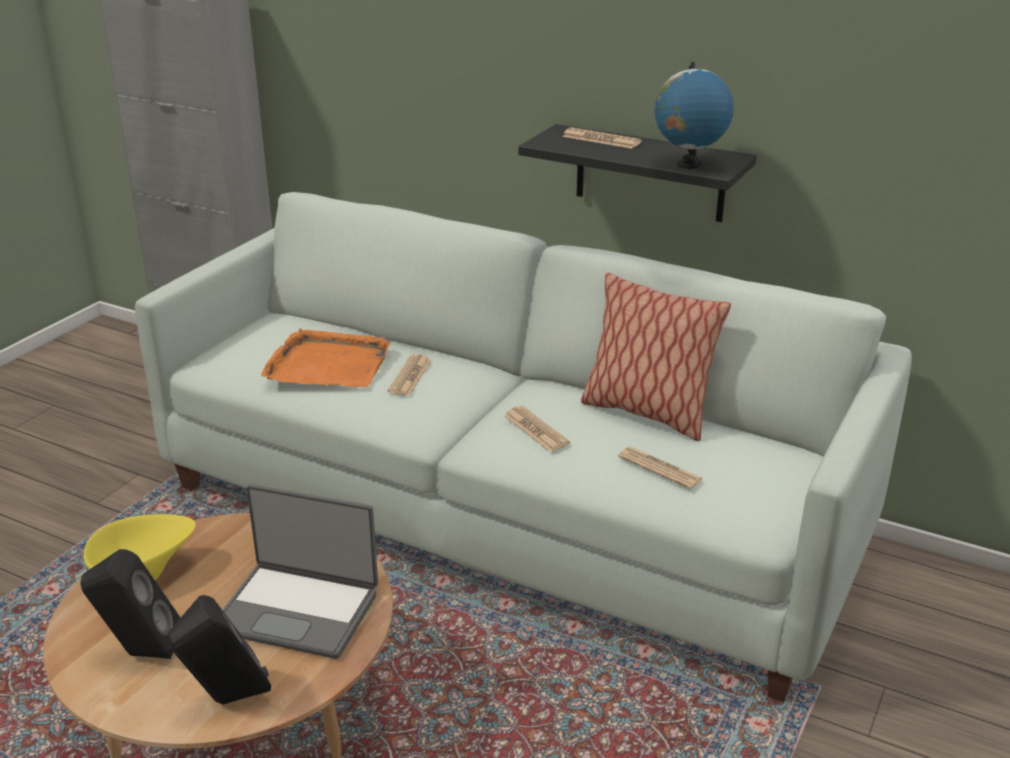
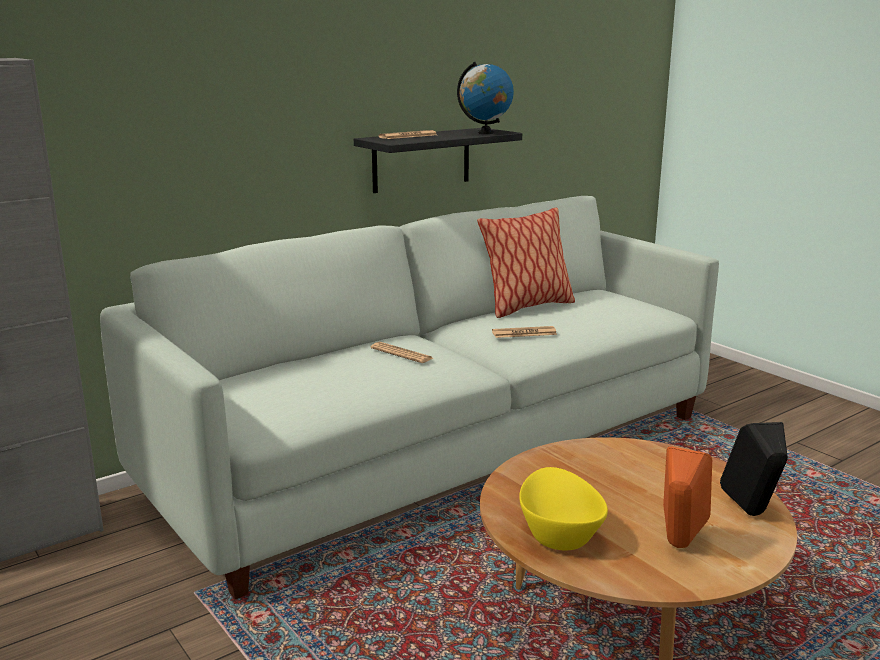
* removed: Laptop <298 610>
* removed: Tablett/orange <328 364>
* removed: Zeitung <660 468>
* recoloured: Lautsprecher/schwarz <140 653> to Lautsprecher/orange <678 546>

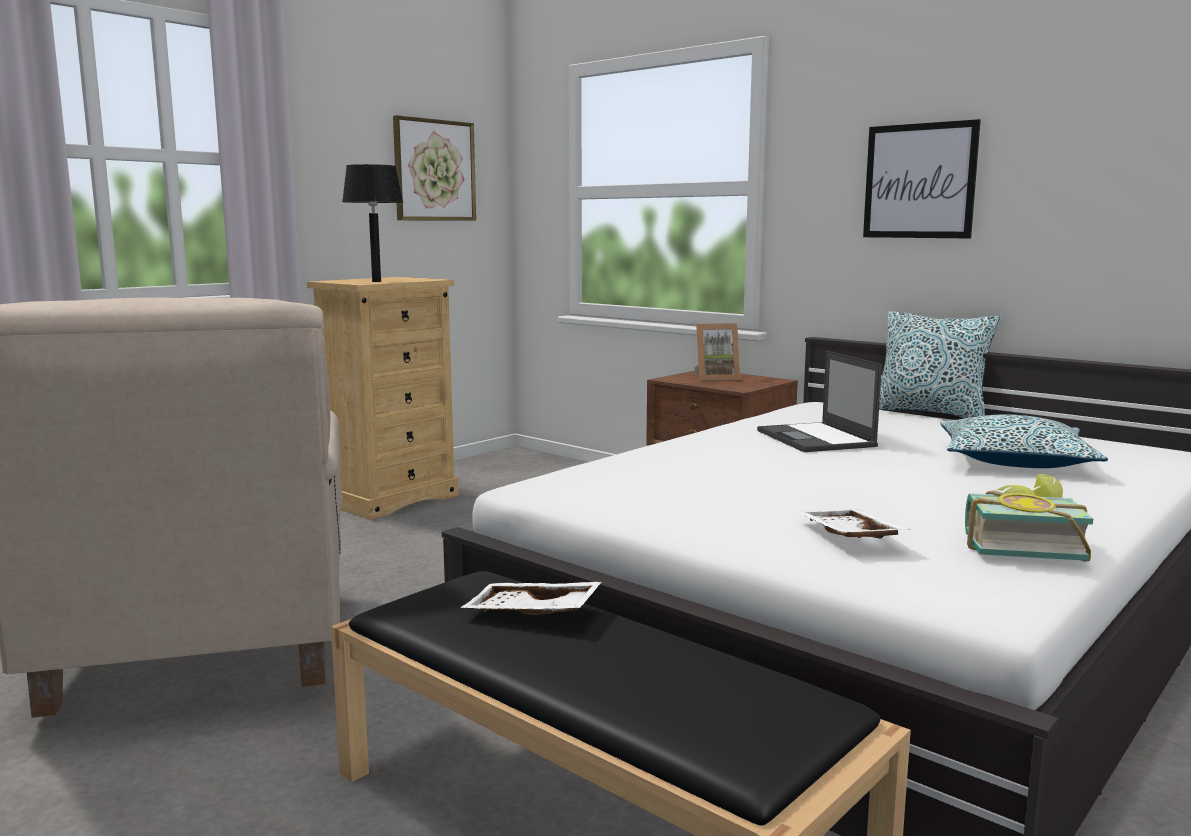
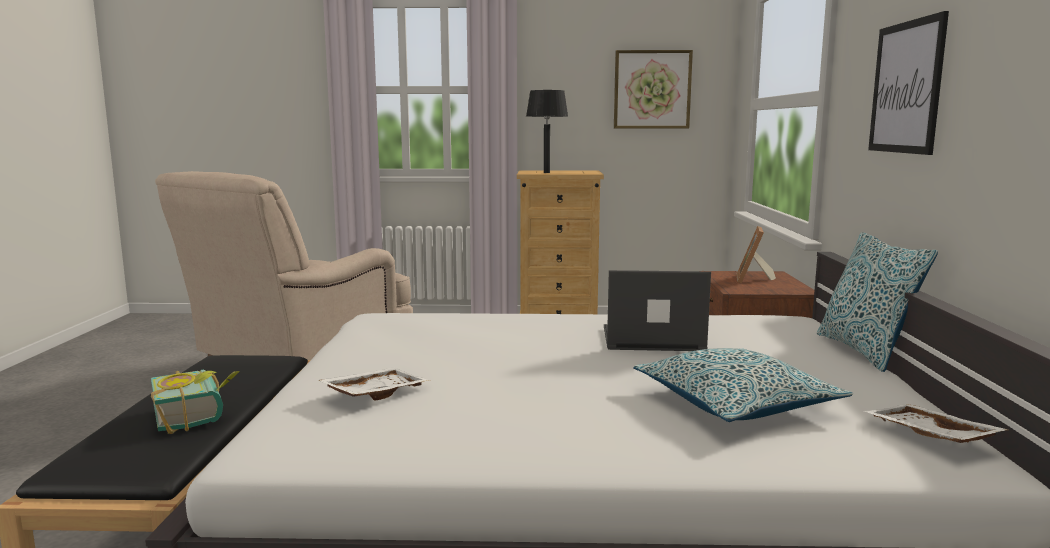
* moved: Tablett/weiß <531 614> to <928 436>
* moved: Buch <1020 547> to <198 416>
* turned: Bilderrahmen <716 378> = <753 280> 60 degrees clockwise
* turned: Laptop <816 439> = <651 339> 60 degrees clockwise

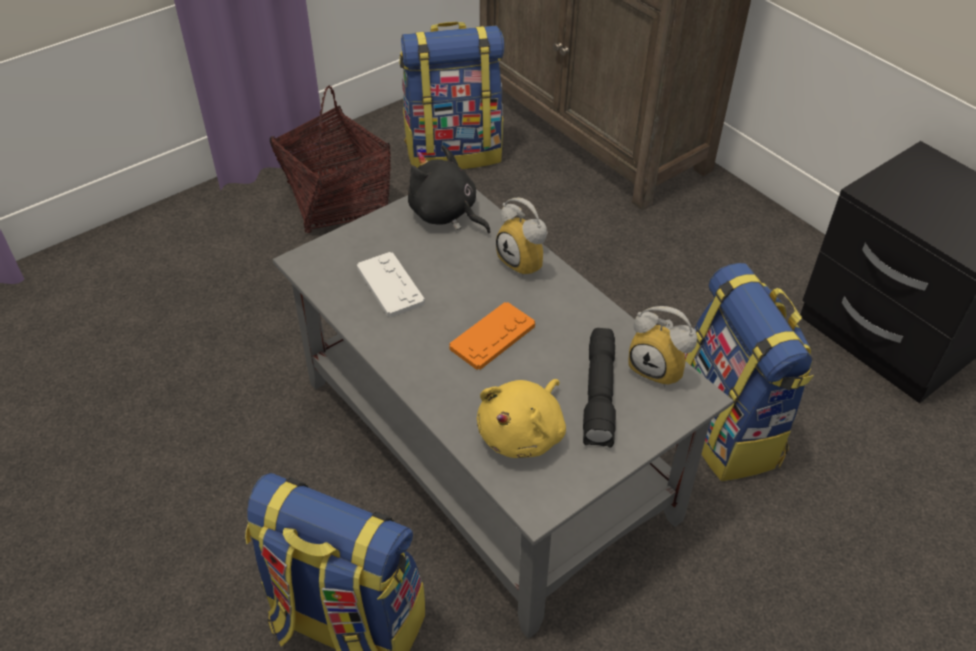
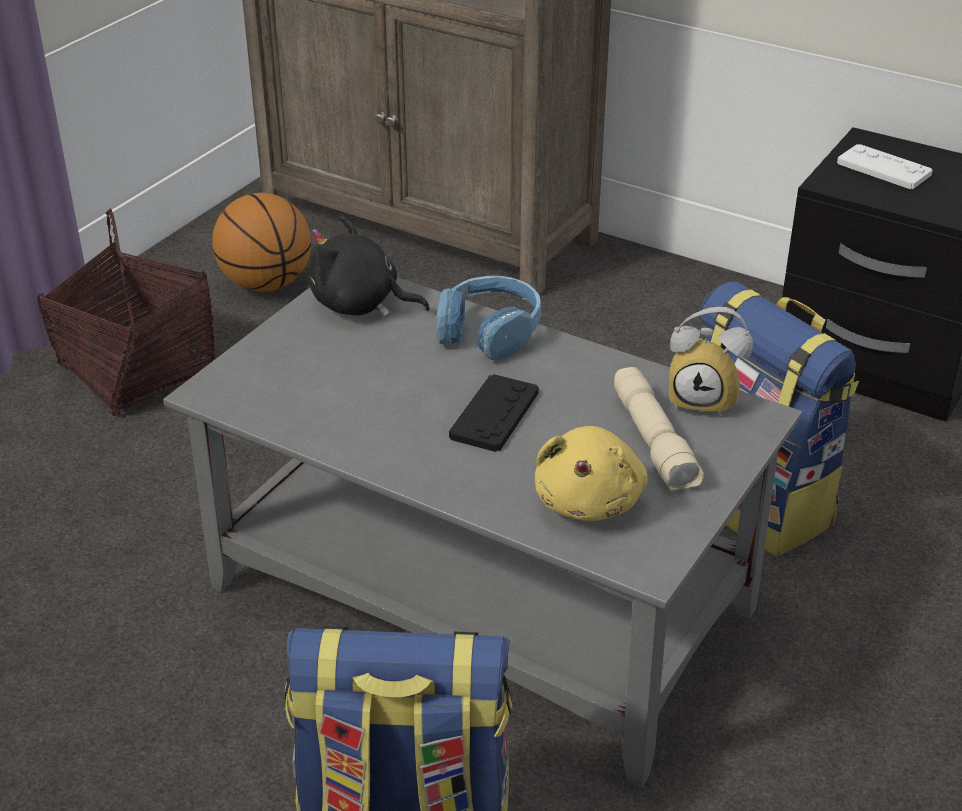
* moved: Gamepad/weiß <390 285> to <883 169>
* replaced: Rucksack <454 152> to Basketball <266 283>
* replaced: Wecker <527 262> to Kopfhörer/blau <489 331>
* recoloured: Gamepad/orange <492 337> to Gamepad/schwarz <494 415>
* recoloured: Taschenlampe/schwarz <600 396> to Taschenlampe/beige <655 442>

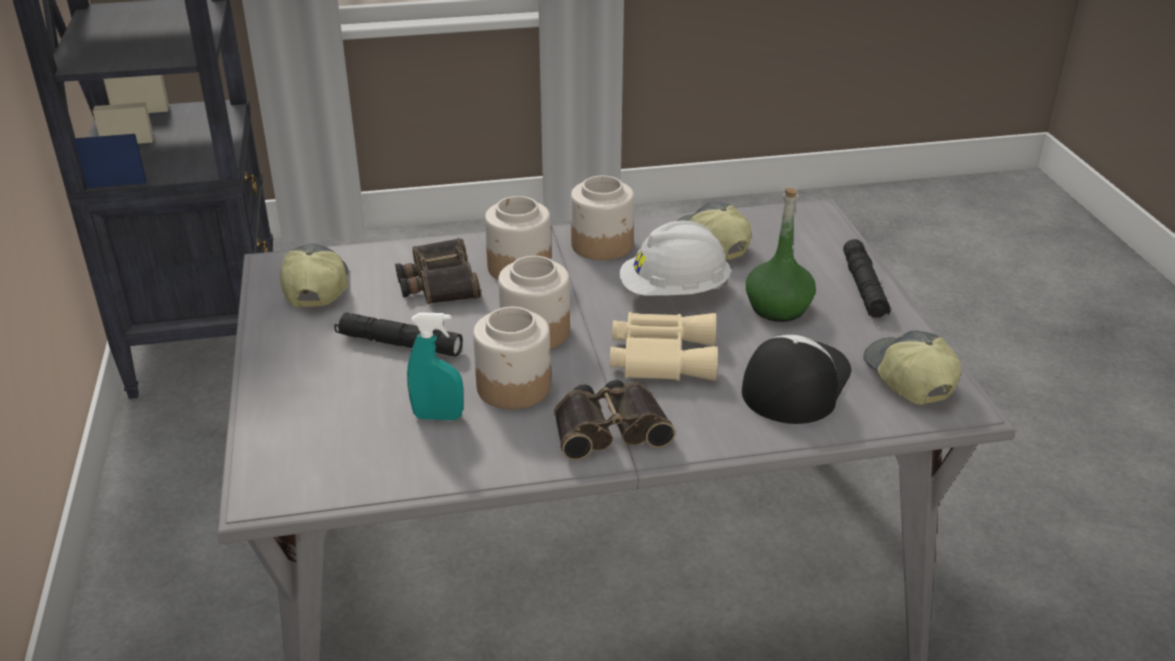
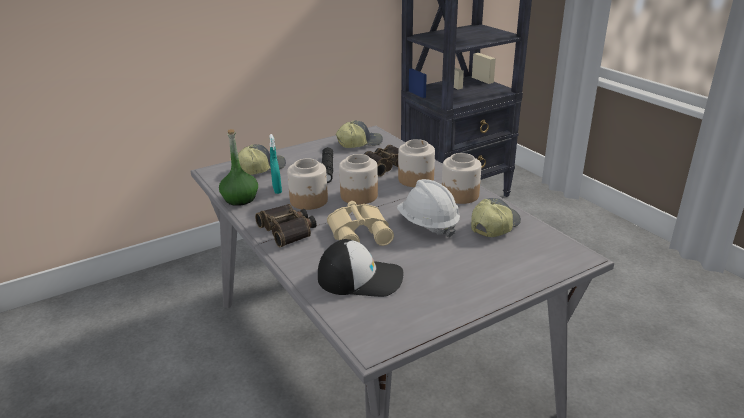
* removed: Taschenlampe/schwarz <864 287>
* moved: Flasche/grün <778 308> to <240 199>
* moved: Kappe <907 378> to <261 168>

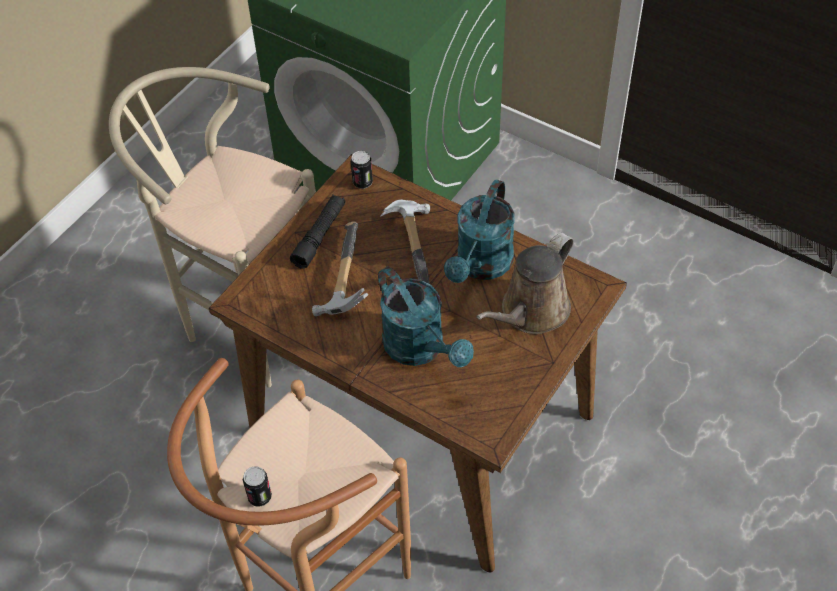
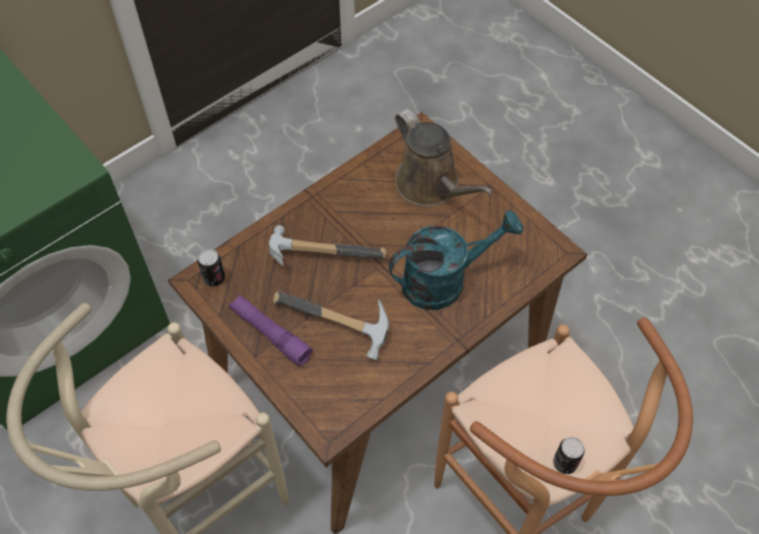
* removed: Gießkanne/türkis <481 266>
* recoloured: Taschenlampe/schwarz <319 236> to Taschenlampe/lila <270 334>

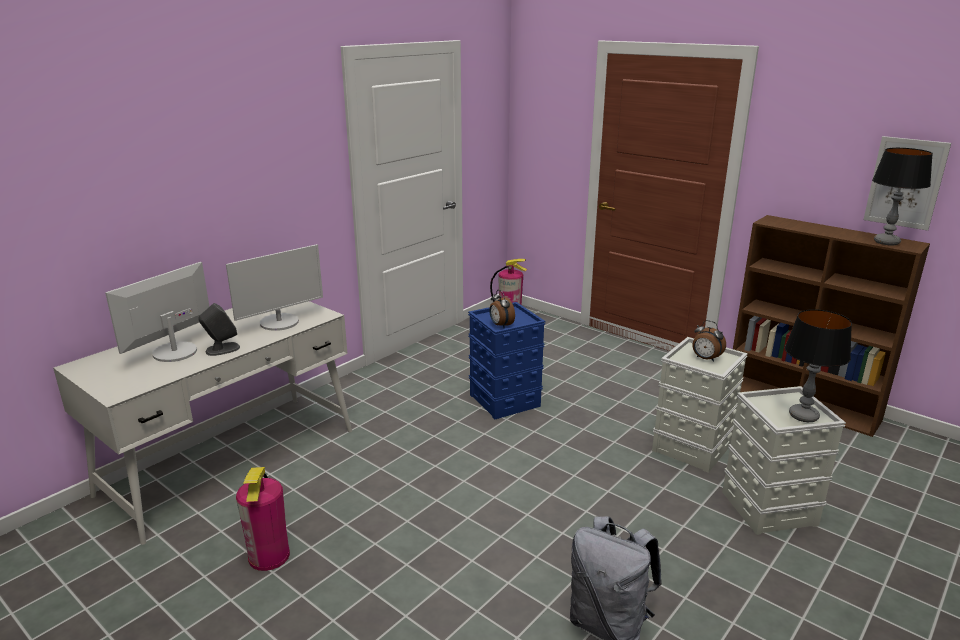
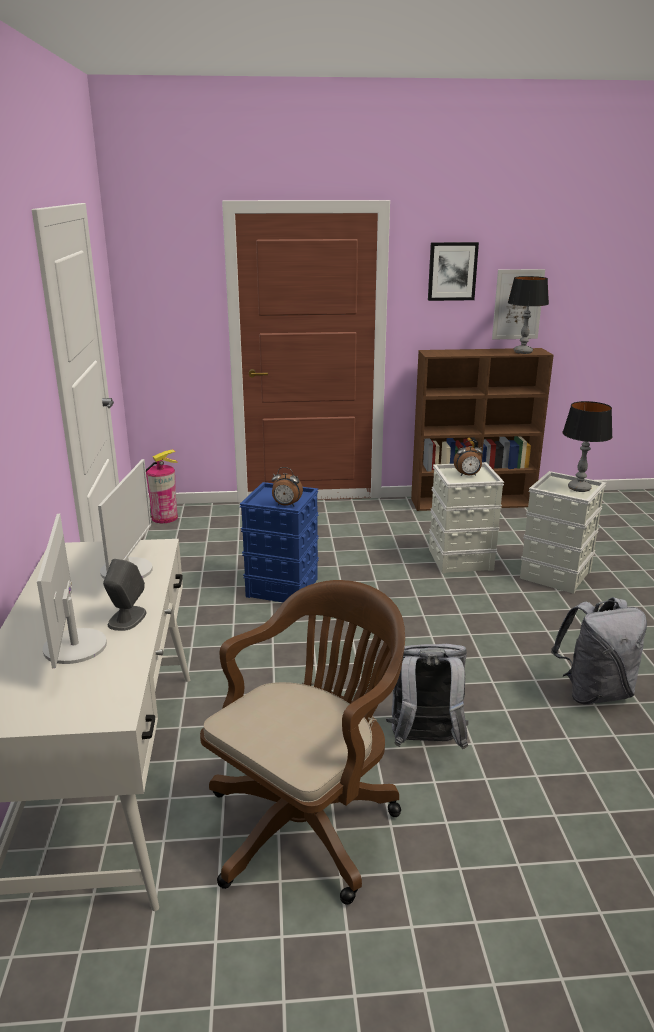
* added: Rucksack/grau <425 742>
* added: Bild <452 271>
* replaced: Feuerlöscher <269 556> to Bürostuhl/braun <308 820>

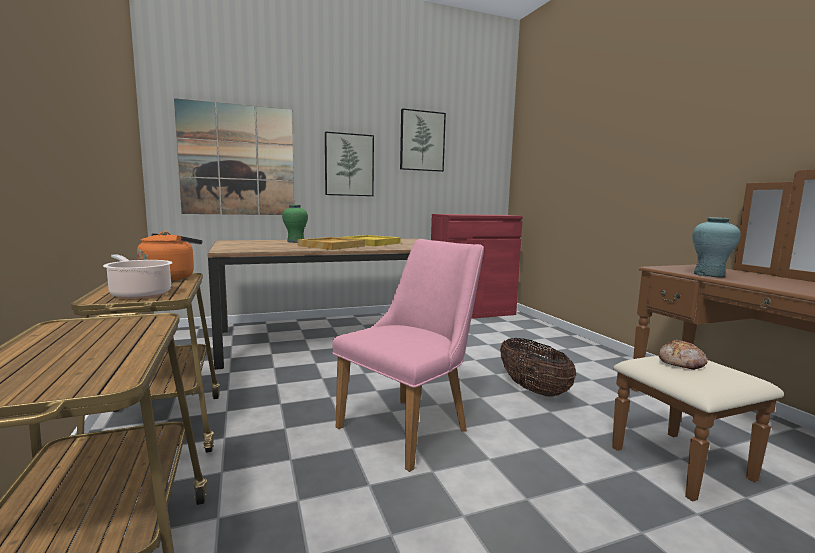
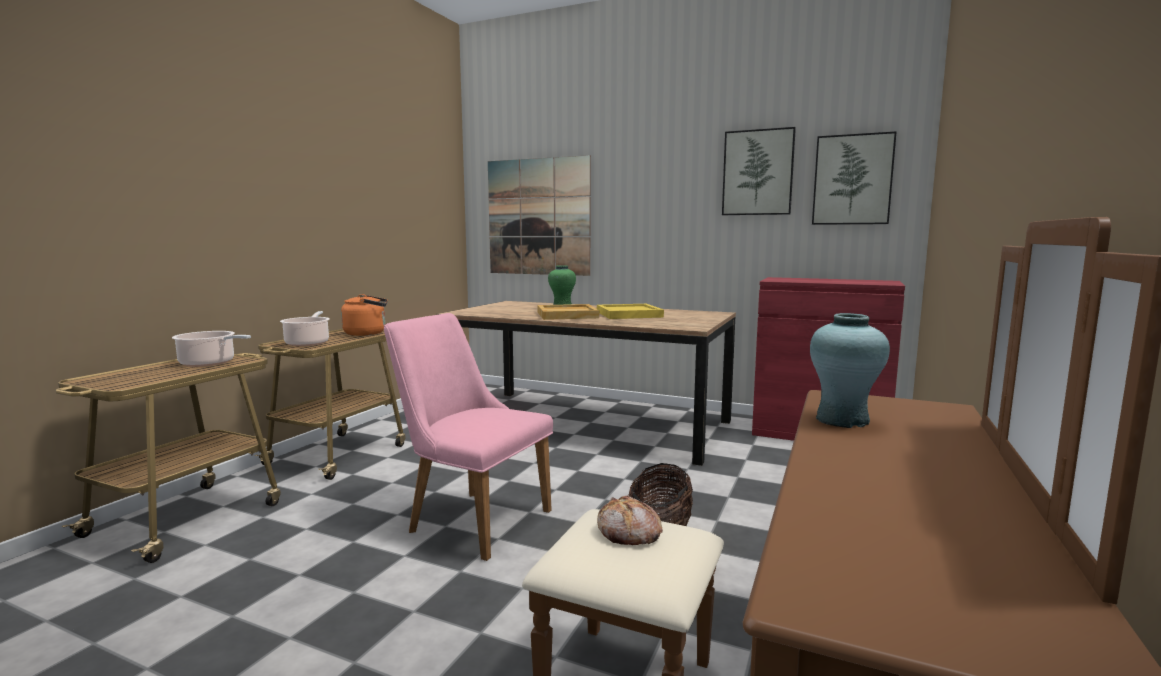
* added: Kochtopf <210 363>
* moved: Bild <349 165> to <852 180>
* turned: Stuhl/rosa <412 425> = <469 518> 150 degrees counterclockwise

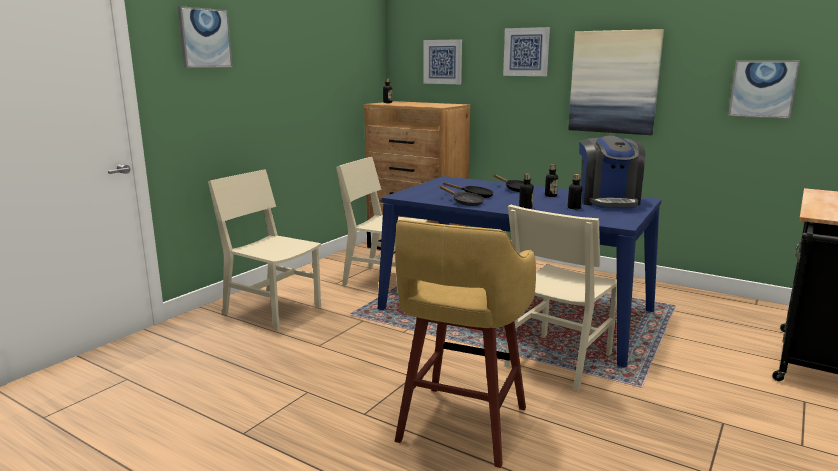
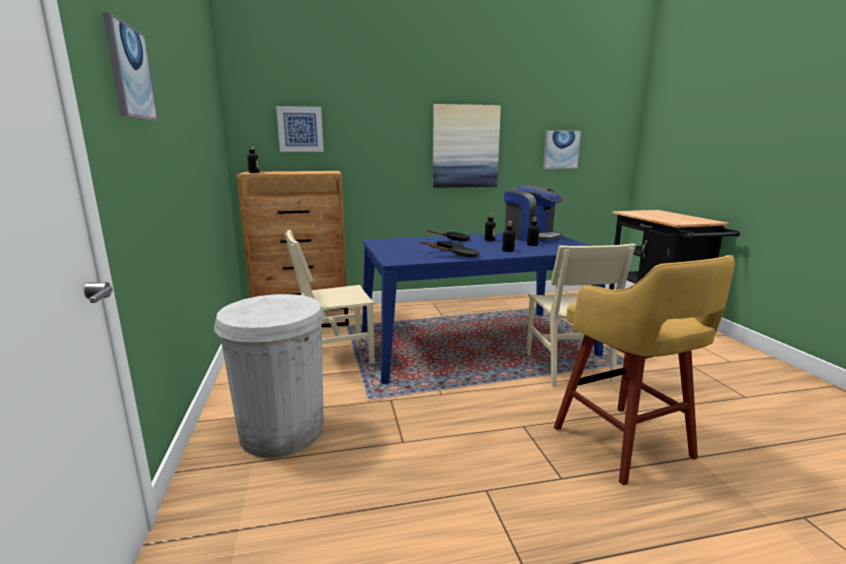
* removed: Bild <526 52>
* replaced: Stuhl/beige <272 310> to Mülleimer/weiß <282 431>

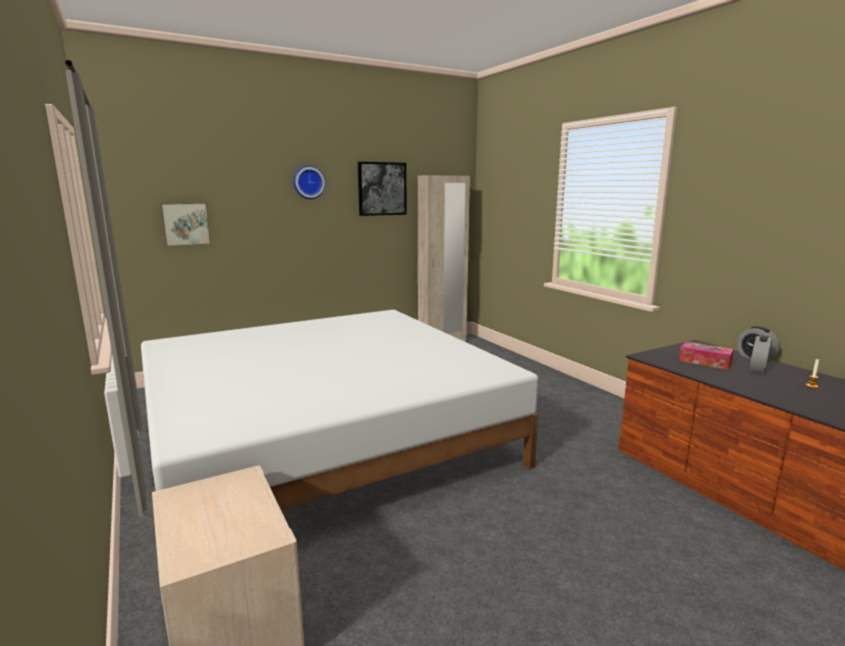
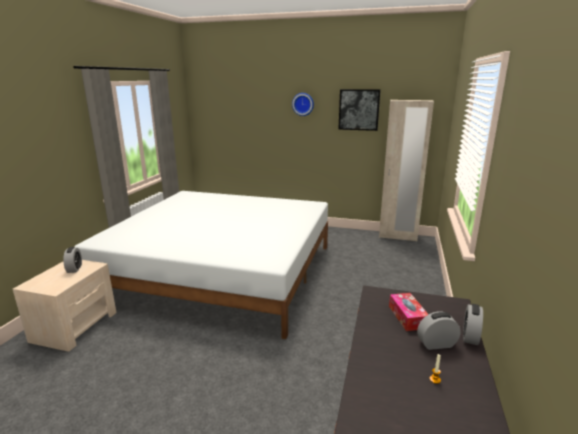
* removed: Bild <186 224>
* added: Wecker <74 269>

